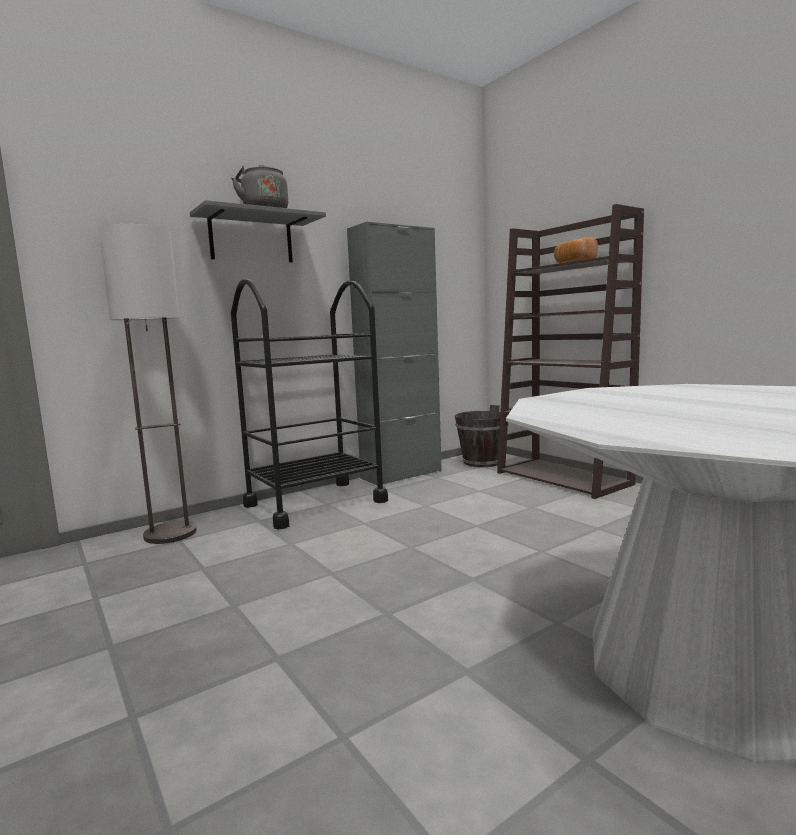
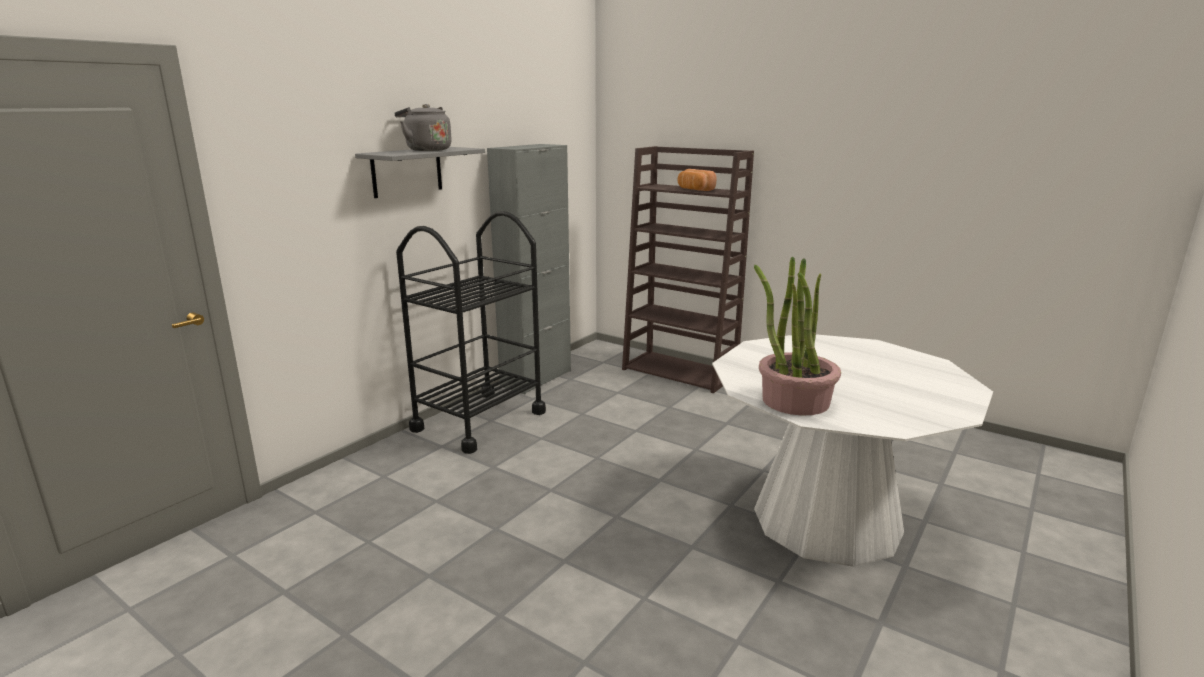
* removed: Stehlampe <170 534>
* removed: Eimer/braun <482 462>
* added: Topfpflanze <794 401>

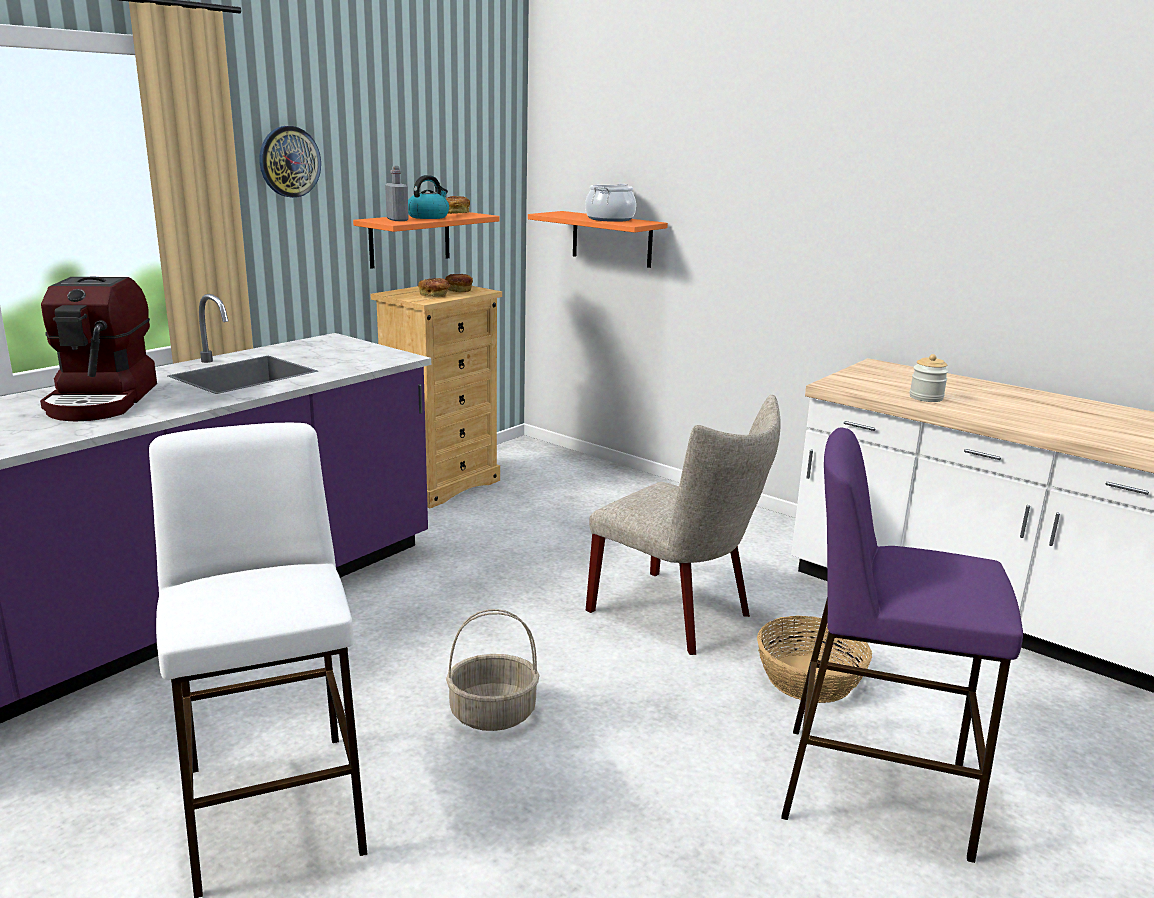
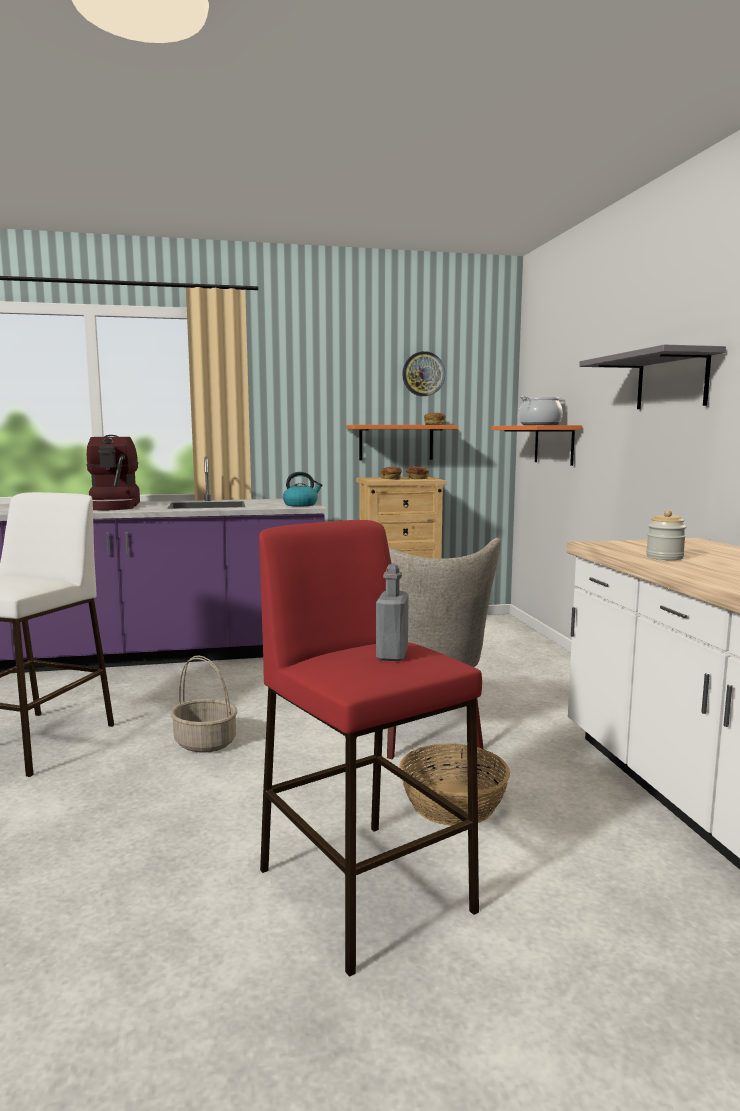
* added: Wandregal/grau <672 381>
* moved: Wanduhr <289 161> to <423 374>
* moved: Flasche/grau <397 220> to <392 655>
* moved: Wasserkessel <428 217> to <301 505>
* recoloured: Hocker/lila <873 789> to Hocker/rot <363 889>
* turned: Kaffeemaschine <103 400> = <115 506> 45 degrees counterclockwise

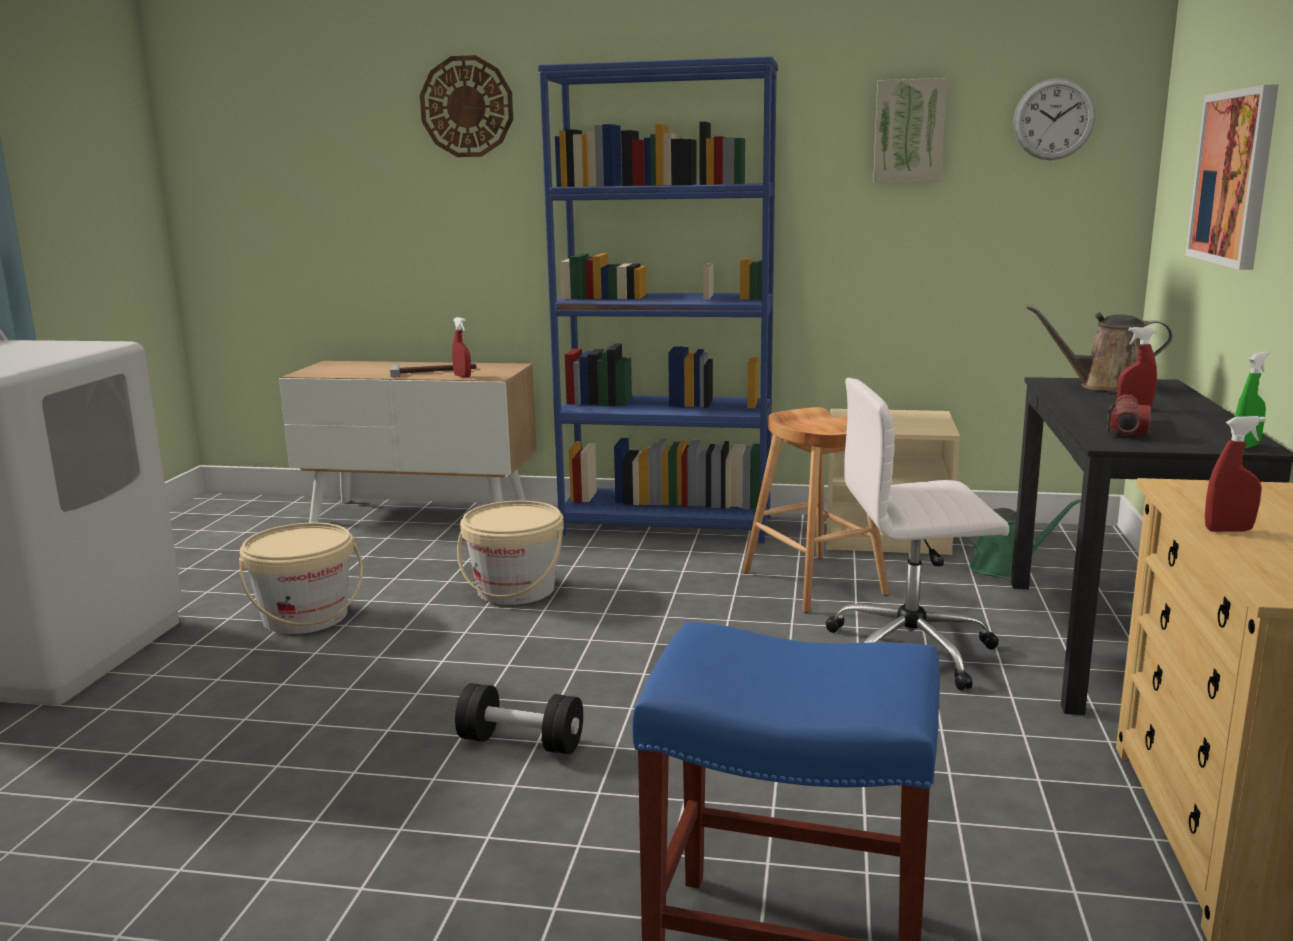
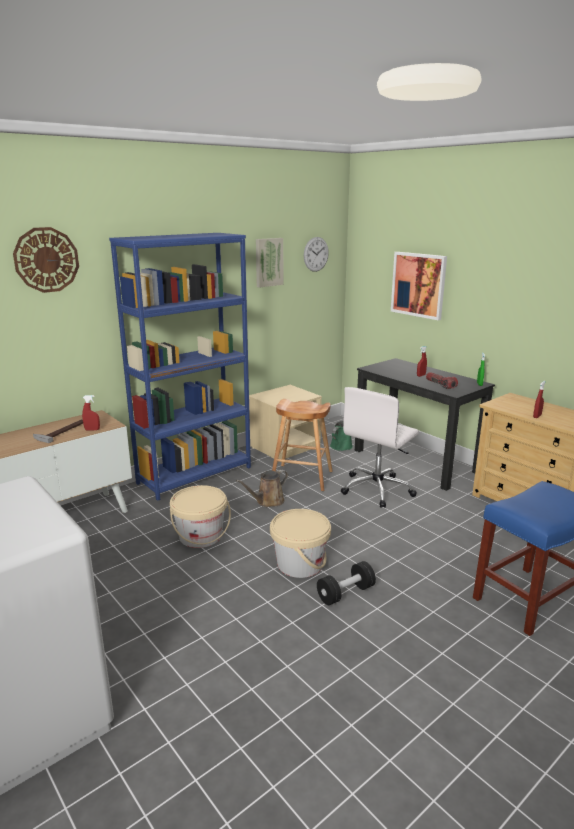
* moved: Eimer/beige <305 617> to <300 564>
* moved: Gießkanne/braun <1106 387> to <268 501>

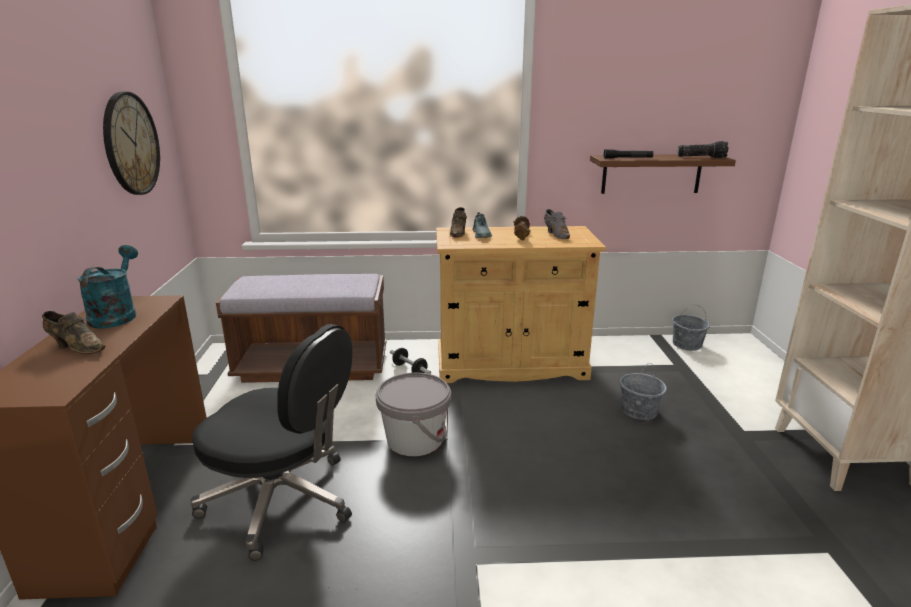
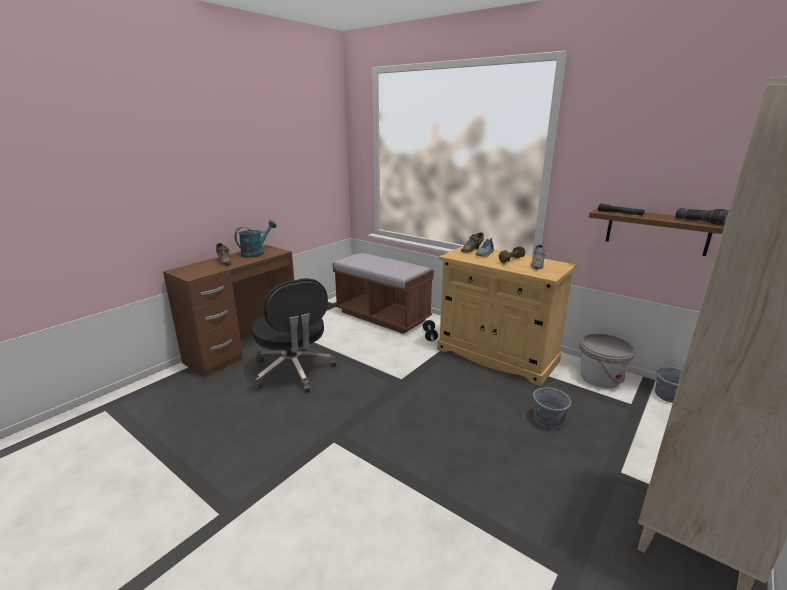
* removed: Wanduhr <131 144>
* moved: Eimer/grau <415 439> to <600 377>

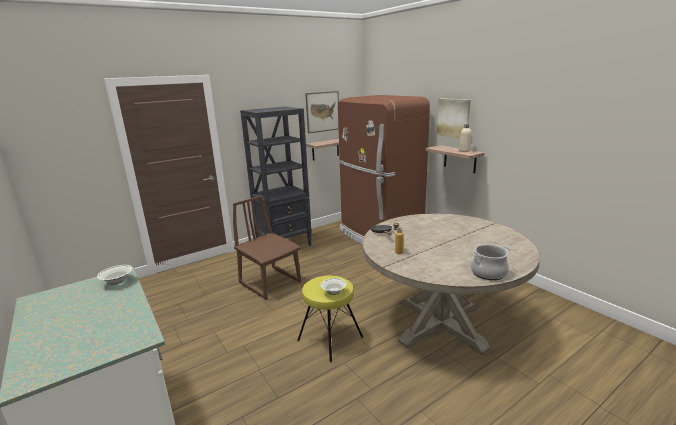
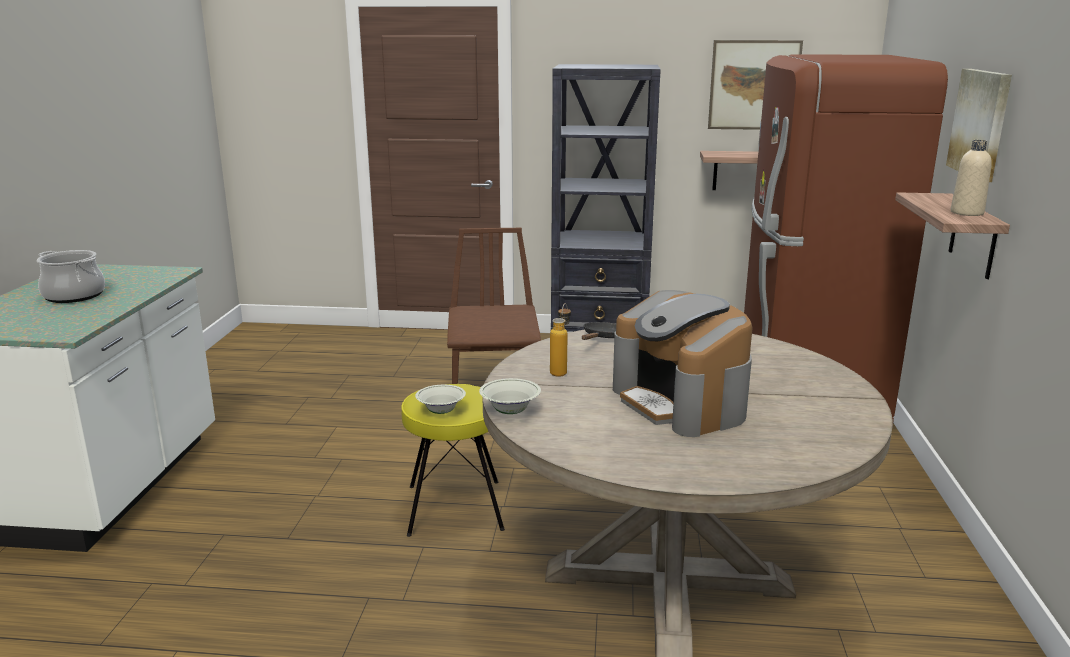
* added: Kaffeemaschine <681 403>
* moved: Schüssel/weiß <117 282> to <510 411>
* moved: Kochtopf <488 273> to <74 296>

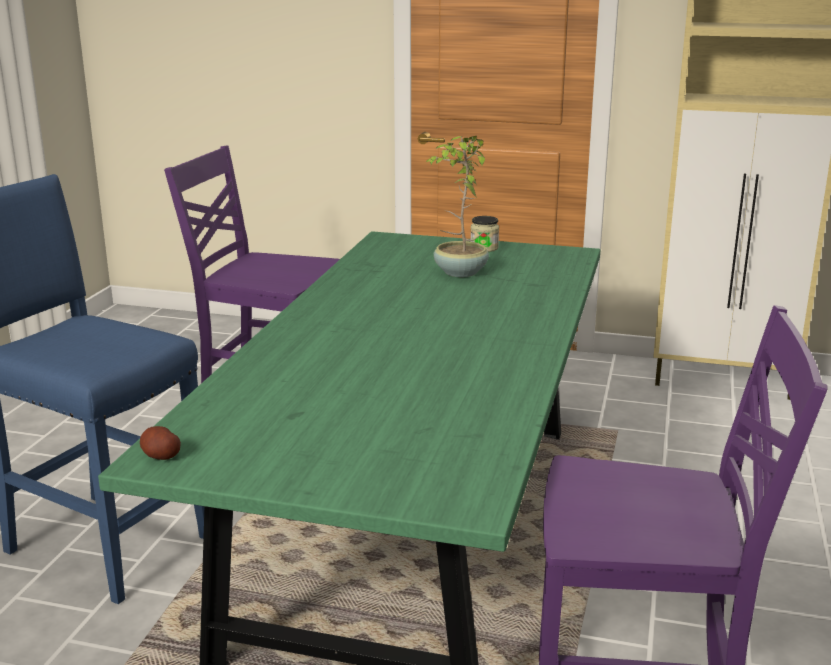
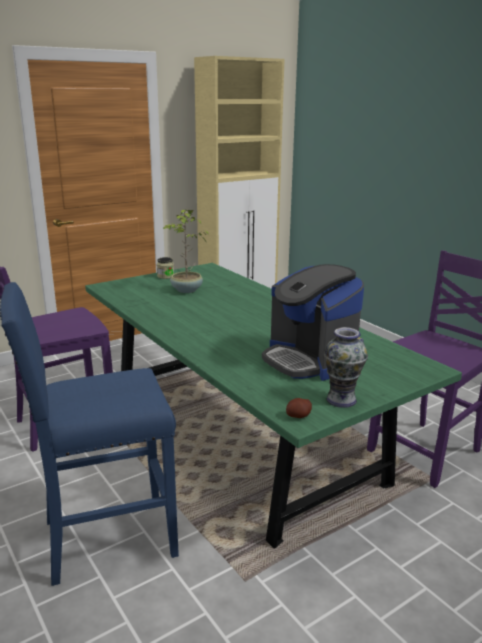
* added: Kaffeemaschine <309 360>
* added: Vase <341 399>

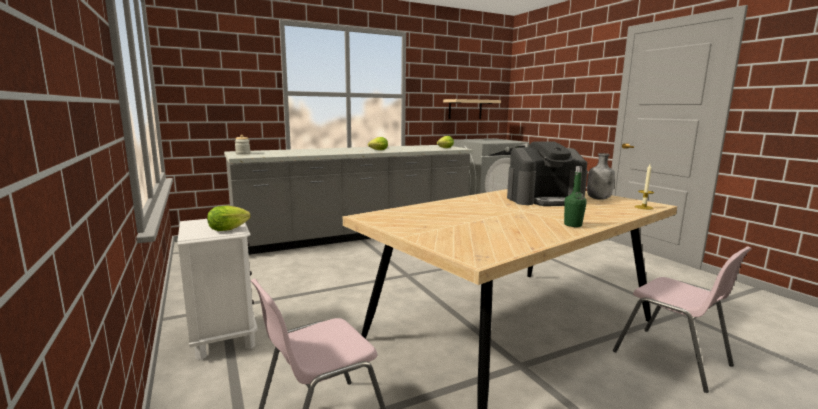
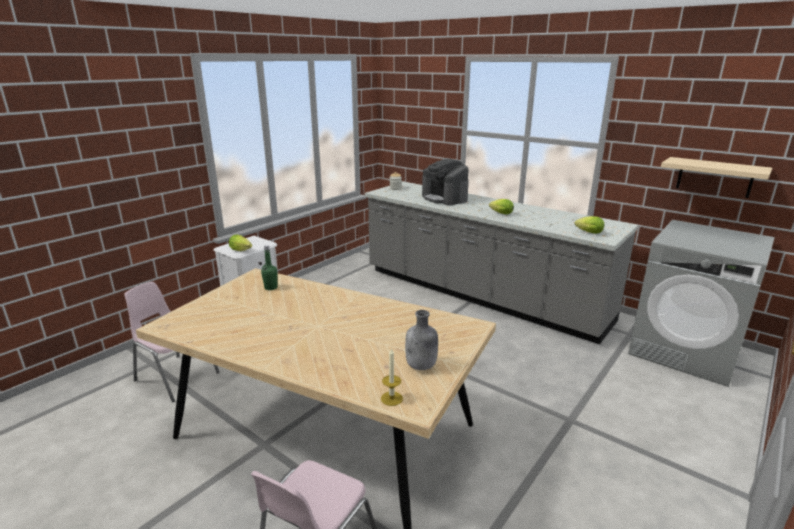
* moved: Kaffeemaschine <544 199> to <444 198>
* moved: Flasche/grün <573 225> to <271 287>

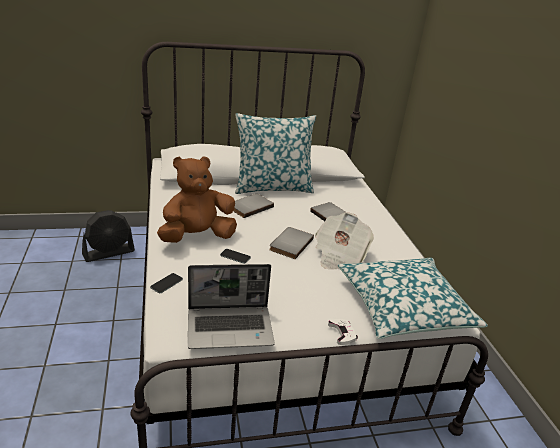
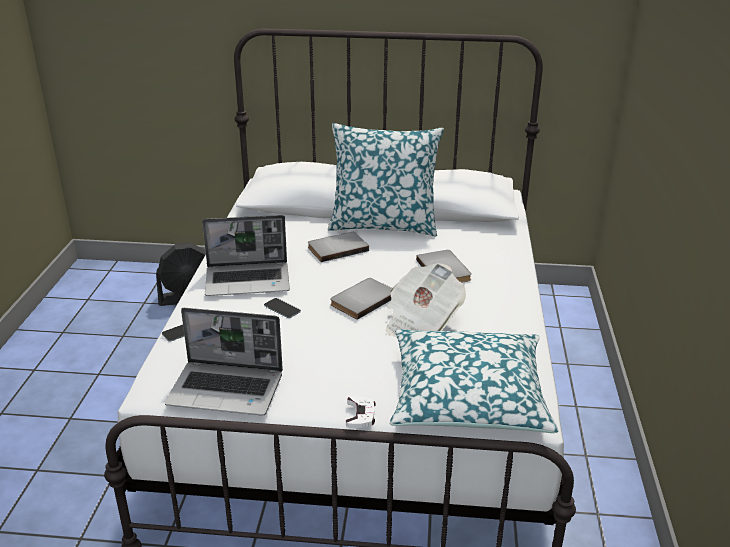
* replaced: Plüschtier/braun <197 237> to Laptop <248 280>

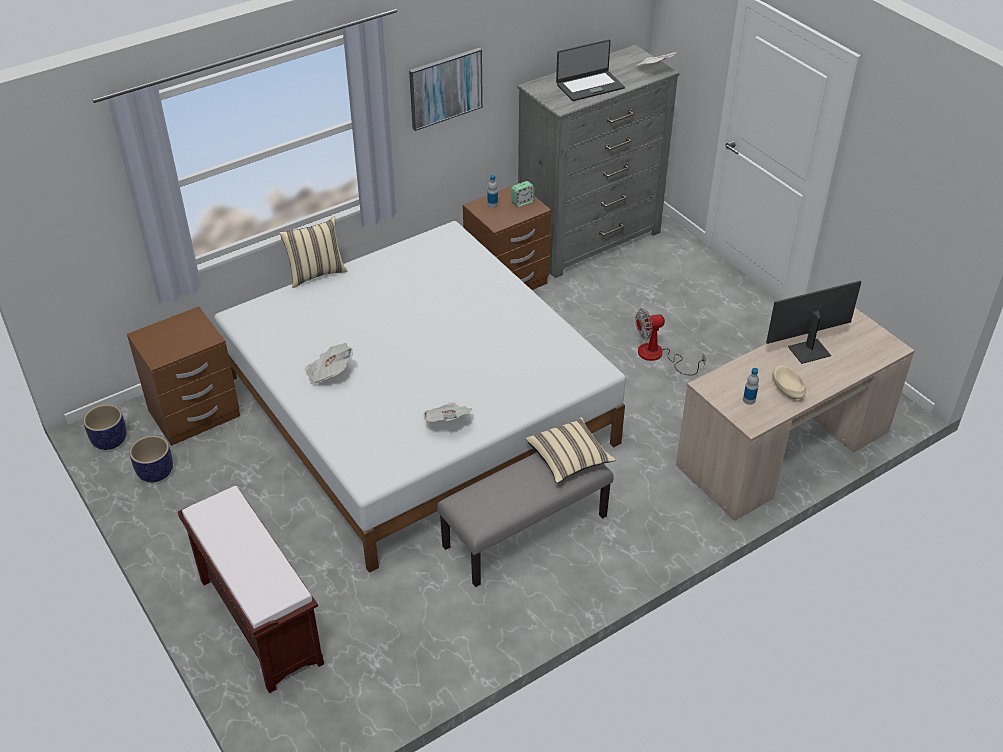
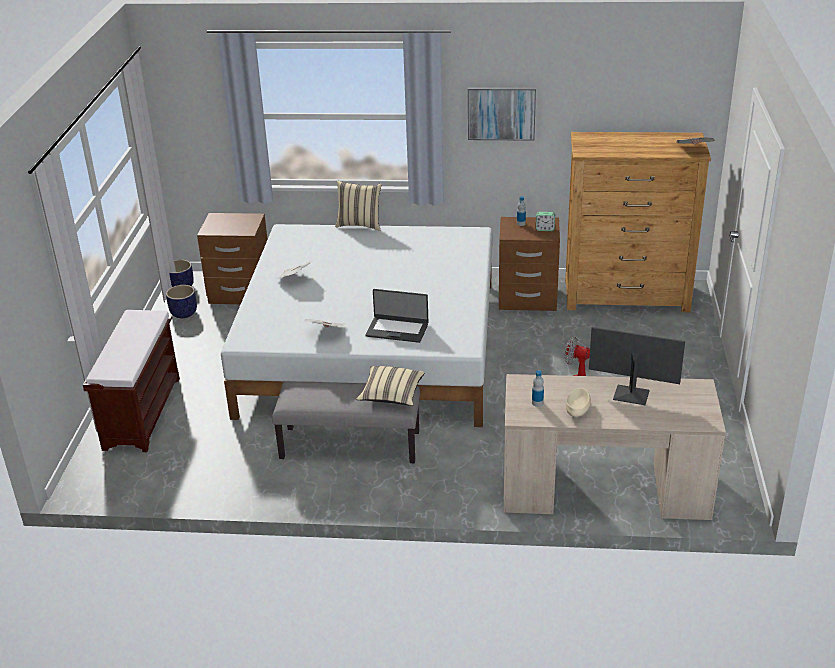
* moved: Laptop <589 86> to <397 329>
* recoloured: Kommode/grau <590 239> to Kommode/braun <626 296>

